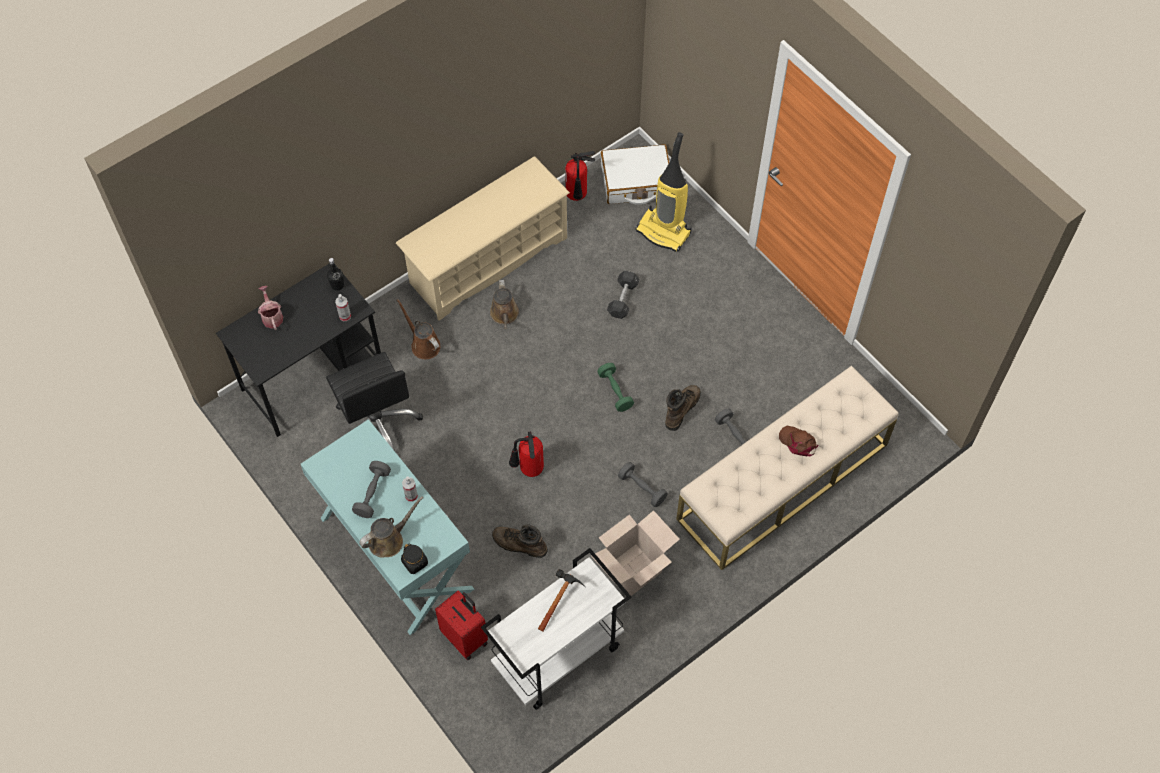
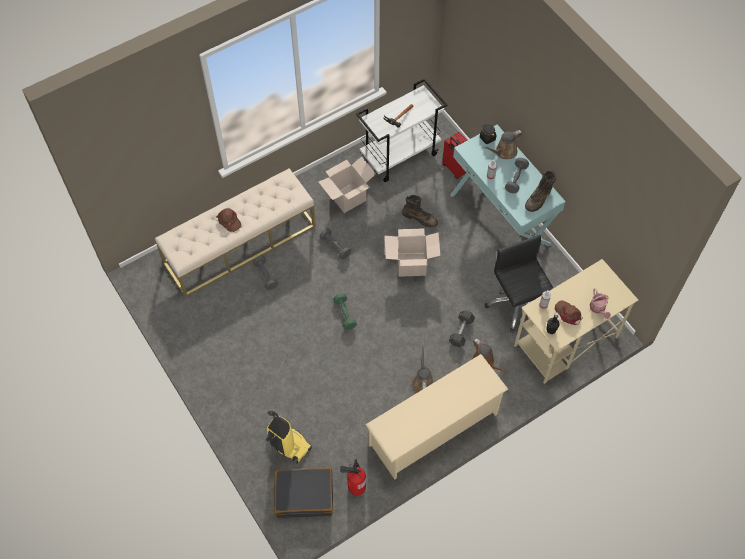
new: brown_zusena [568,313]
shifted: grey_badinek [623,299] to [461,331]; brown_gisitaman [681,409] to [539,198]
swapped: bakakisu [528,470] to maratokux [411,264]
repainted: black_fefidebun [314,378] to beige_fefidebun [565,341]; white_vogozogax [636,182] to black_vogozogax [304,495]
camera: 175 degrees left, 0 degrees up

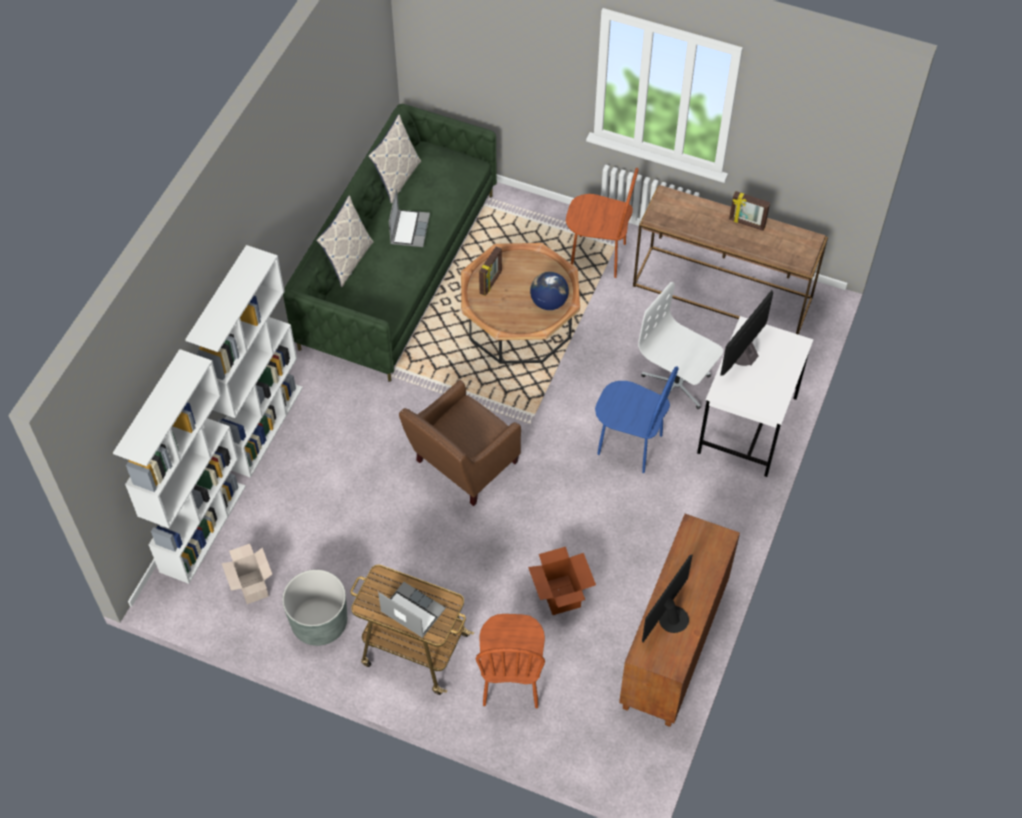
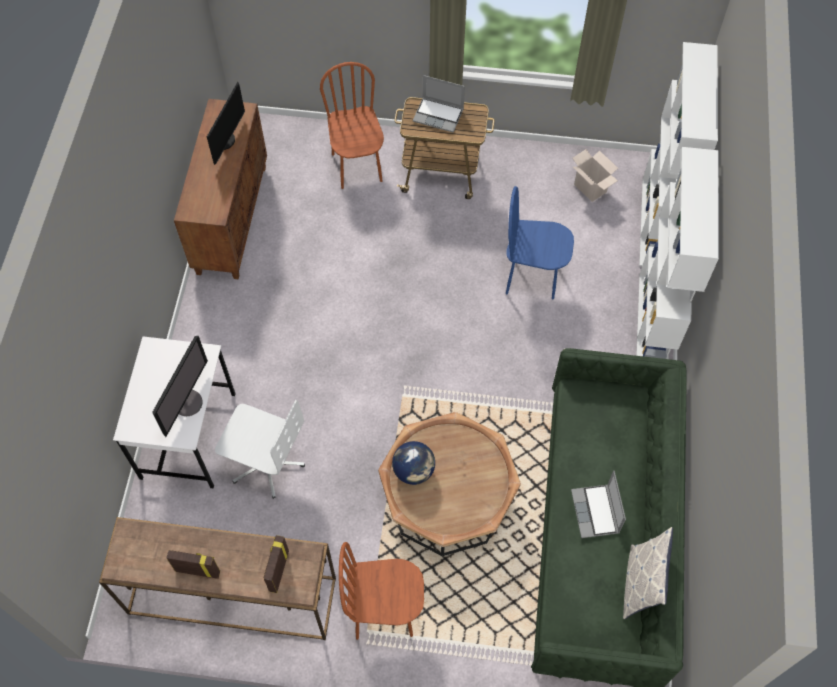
gone: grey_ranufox [319,622]; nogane [348,261]; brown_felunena [461,465]; maratokux [560,595]
shifted: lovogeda [491,282] to [278,571]; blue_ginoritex [629,445] to [532,277]
camera: 165 degrees right, 5 degrees up

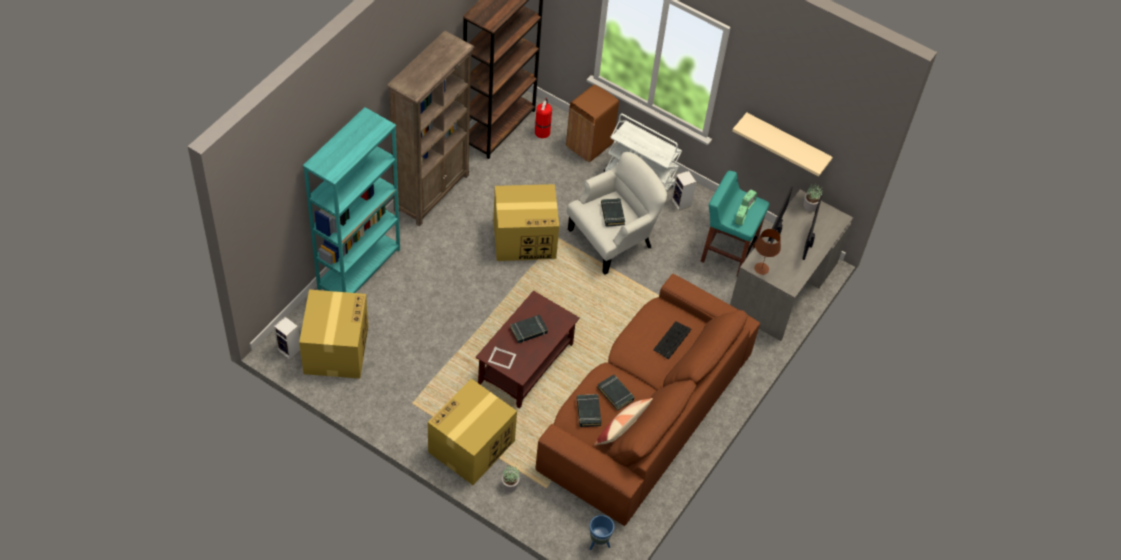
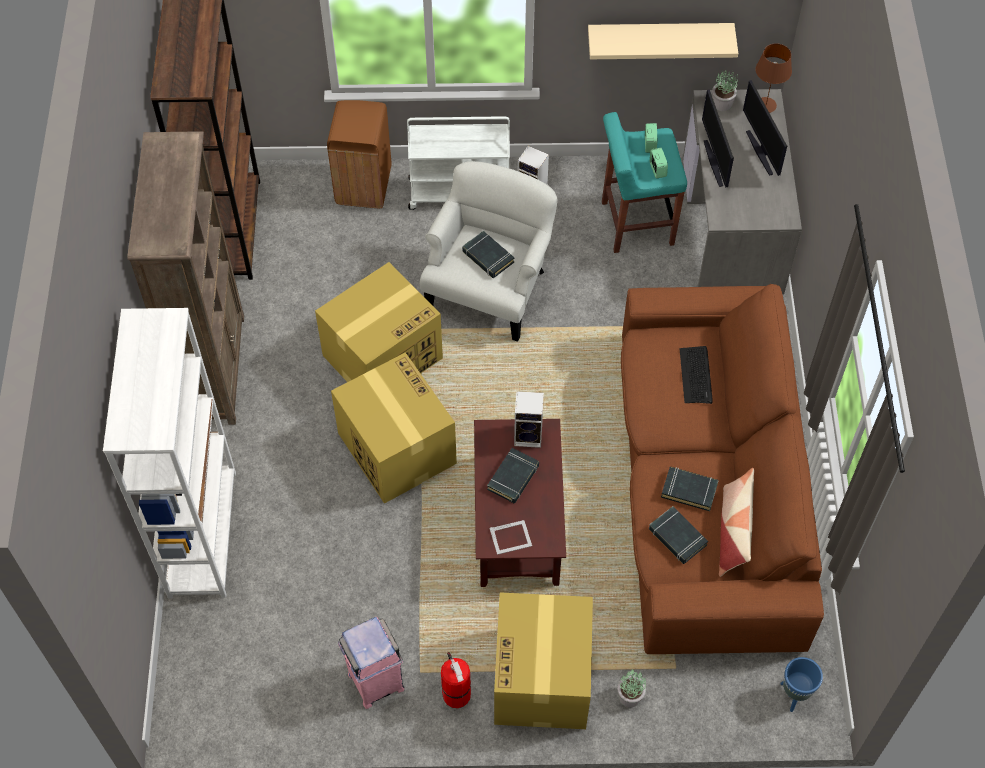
new: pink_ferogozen [375,680]
shifted: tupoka [290,350] to [529,435]; maratokux [336,349] to [396,447]; bakakisu [542,131] to [455,693]; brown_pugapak [761,268] to [765,105]
repainted: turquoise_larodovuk [359,269] to white_larodovuk [202,533]
camera: 30 degrees left, 5 degrees up

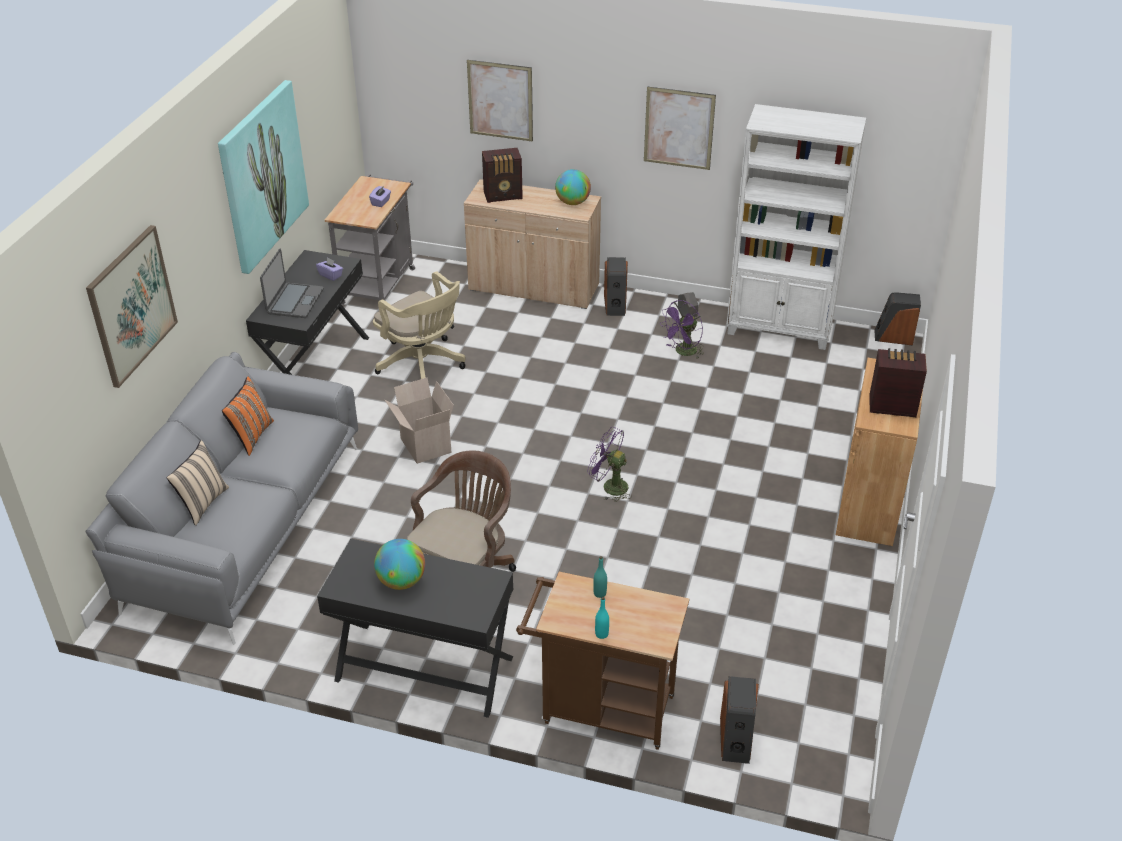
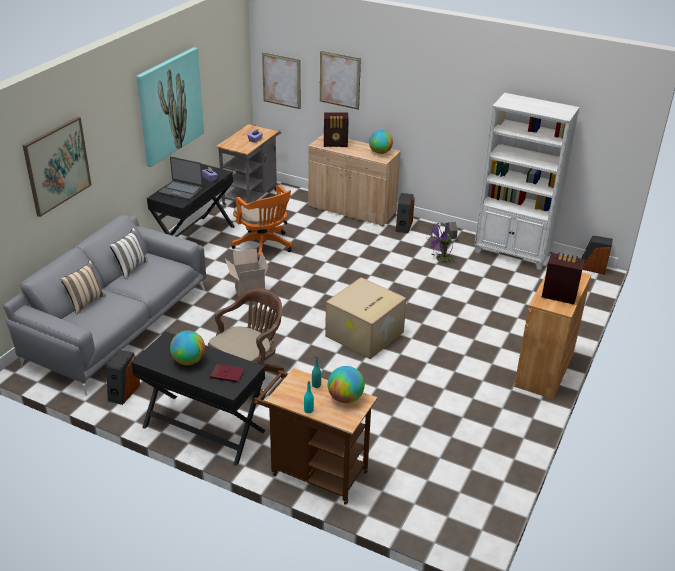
new: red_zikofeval [227,374]; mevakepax [345,398]
shifted: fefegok [679,128] to [281,81]; tupoka [736,740] to [123,392]
swapped: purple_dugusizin [609,486] to maratokux [364,335]
repainted: orange_nogane [251,436] to white_nogane [130,268]; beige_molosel [423,365] to orange_molosel [264,247]
rotated: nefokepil [294,301] = [181,191] 90 degrees clockwise
camera: 10 degrees right, 5 degrees down

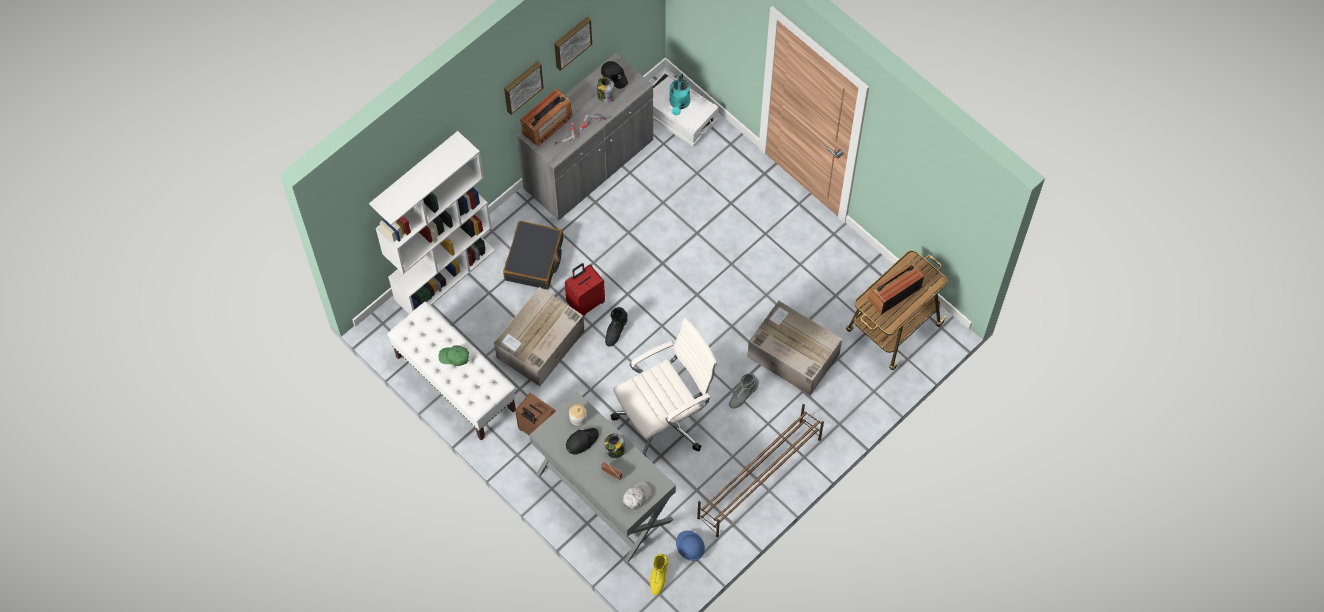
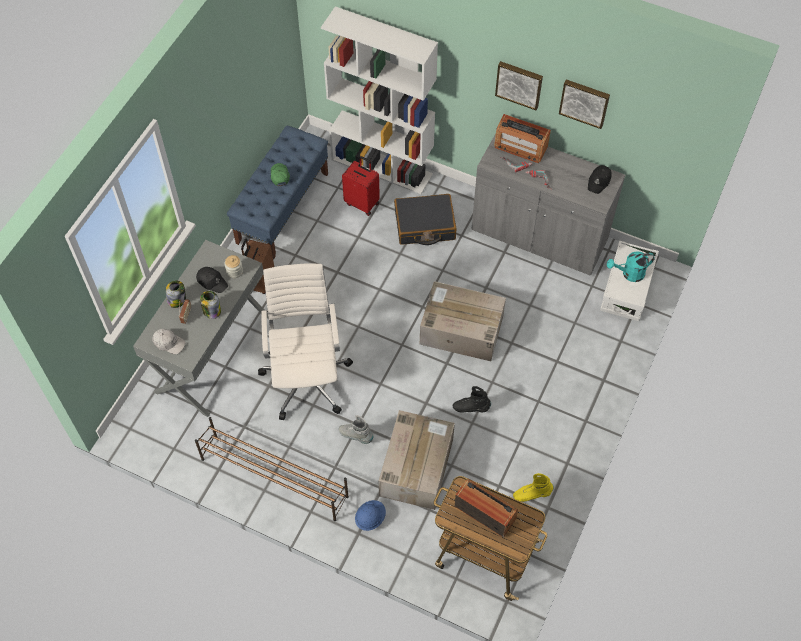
shifted: maratokux [540,345] to [460,330]; red_vogozogax [585,302] to [362,203]; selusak [605,95] to [177,300]; black_gisitaman [615,331] to [471,408]; yellow_gisitaman [658,577] to [532,494]; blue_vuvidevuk [690,548] to [370,518]
repainted: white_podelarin [455,383] to blue_podelarin [283,207]
rotated: white_molosel [664,419] = [307,377] 135 degrees counterclockwise
camera: 70 degrees right, 5 degrees down

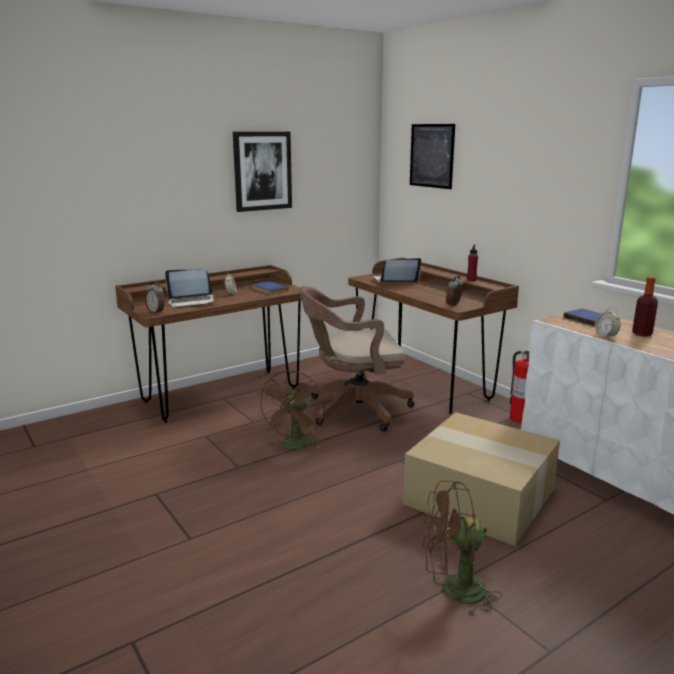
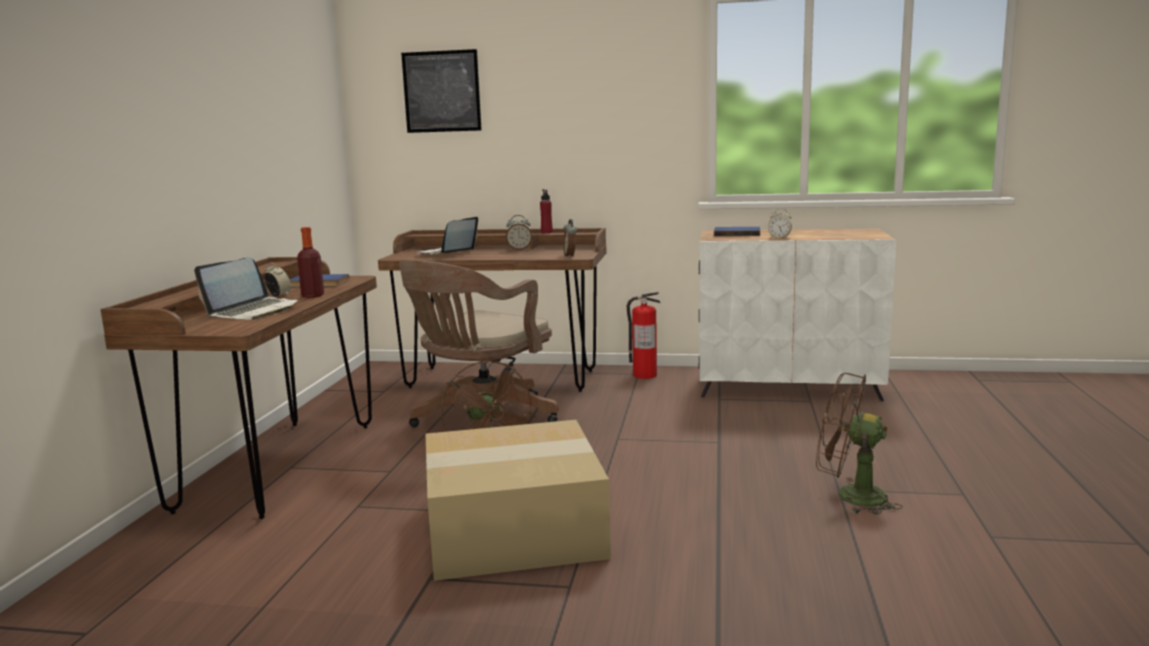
gone: fefegok [262,171]
shifted: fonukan [156,312] to [519,249]; maratokux [482,496] to [516,527]; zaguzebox [642,334] to [313,296]
rotated: brown_dugusizin [454,592] = [850,496] 75 degrees clockwise
camera: 45 degrees left, 5 degrees down

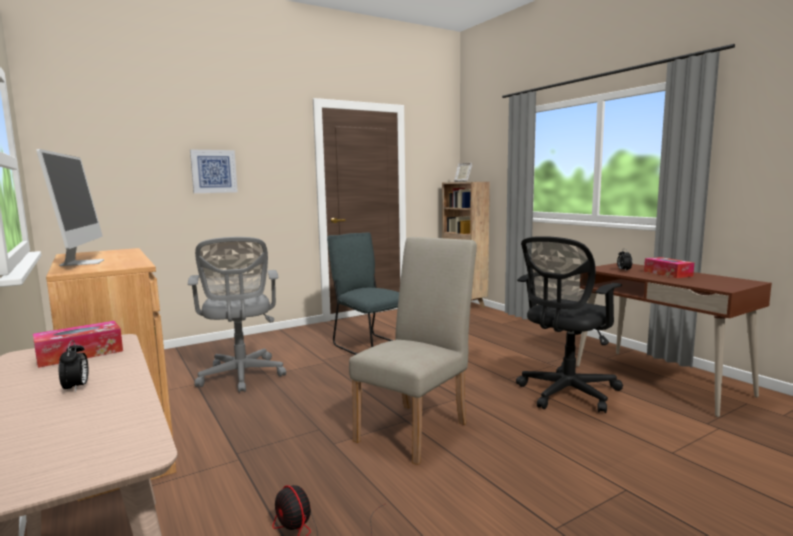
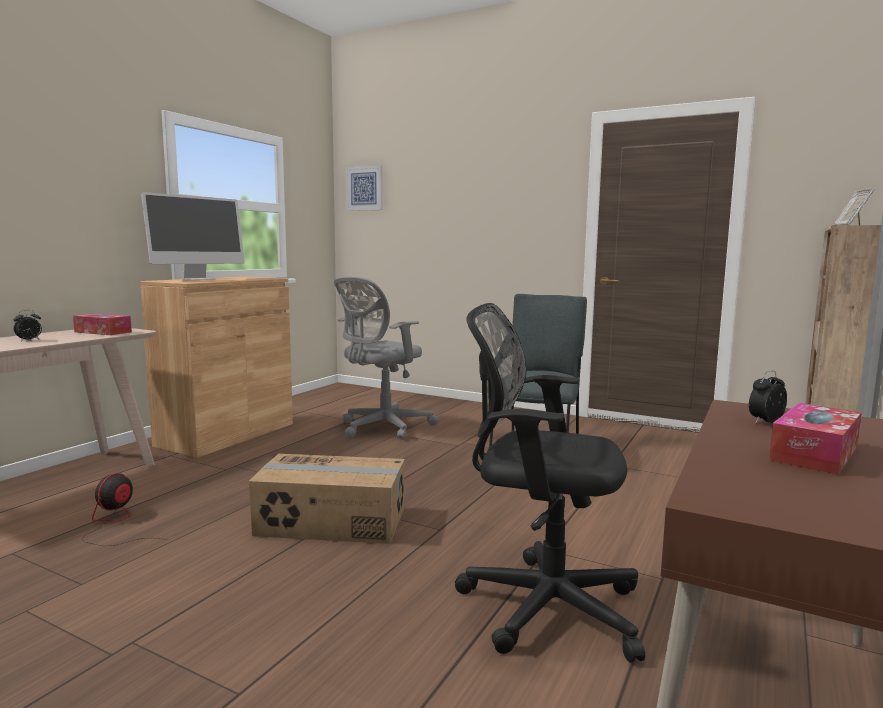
shifted: fefegok [213,171] to [364,188]
swapped: beige_ginoritex [417,428] to maratokux [331,522]
camera: 60 degrees right, 0 degrees up

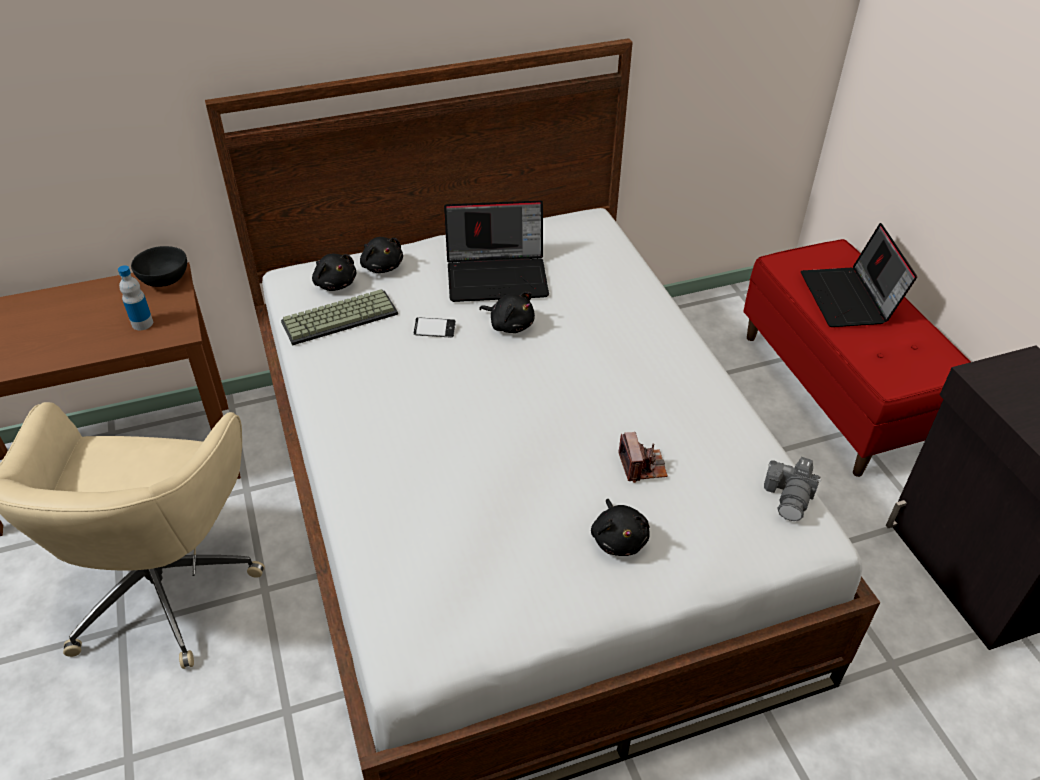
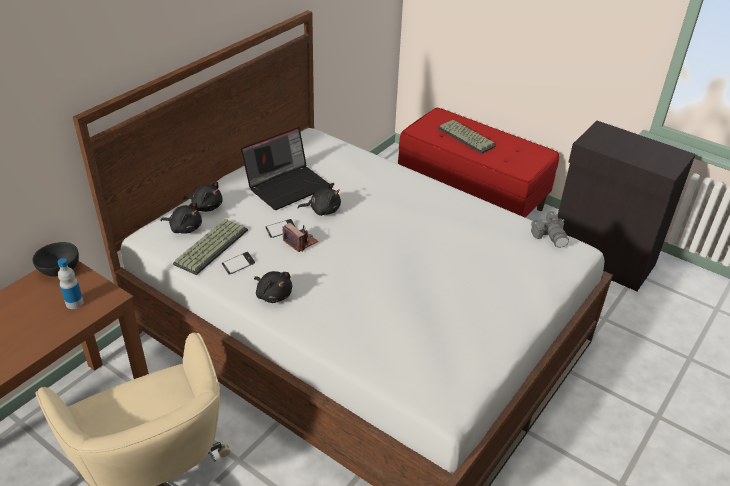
new: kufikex [238,265]
shifted: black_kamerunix [619,538] to [273,295]; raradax [642,466] to [300,242]
swapped: nefokepil [850,299] to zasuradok [467,137]
camera: 35 degrees left, 5 degrees down

